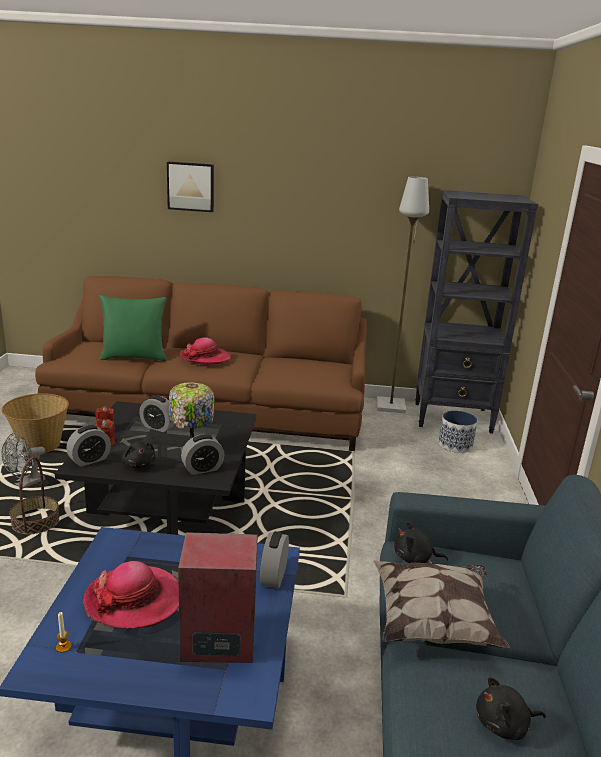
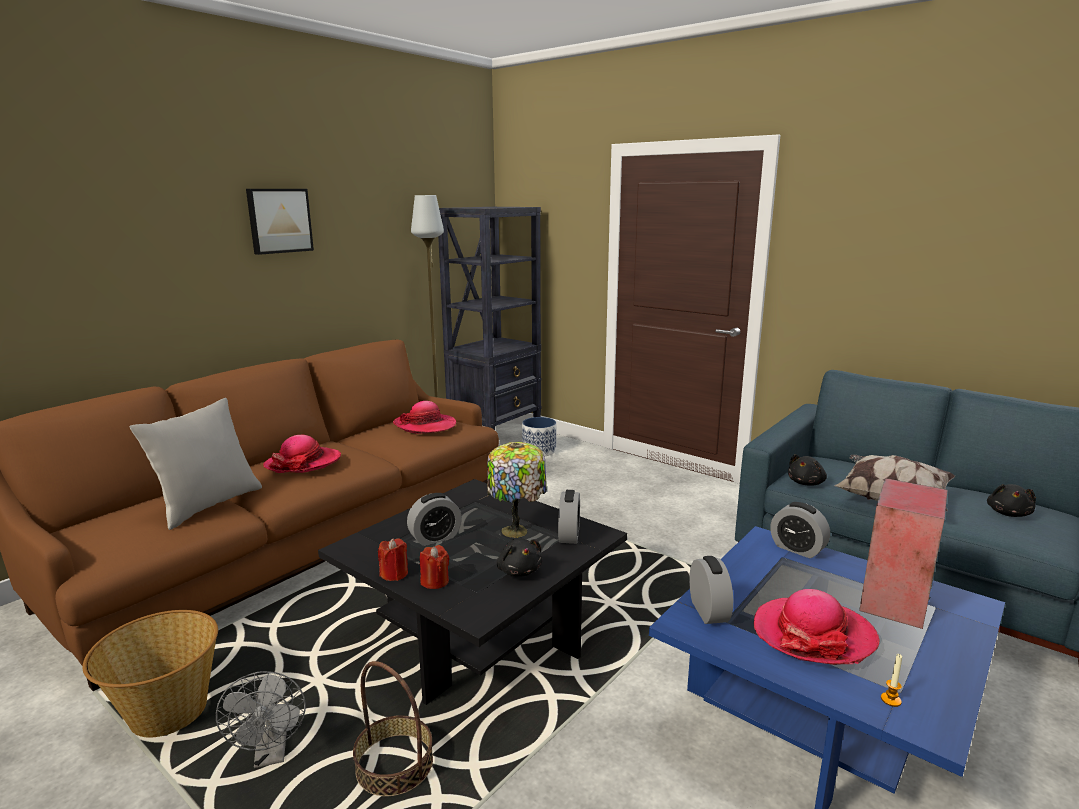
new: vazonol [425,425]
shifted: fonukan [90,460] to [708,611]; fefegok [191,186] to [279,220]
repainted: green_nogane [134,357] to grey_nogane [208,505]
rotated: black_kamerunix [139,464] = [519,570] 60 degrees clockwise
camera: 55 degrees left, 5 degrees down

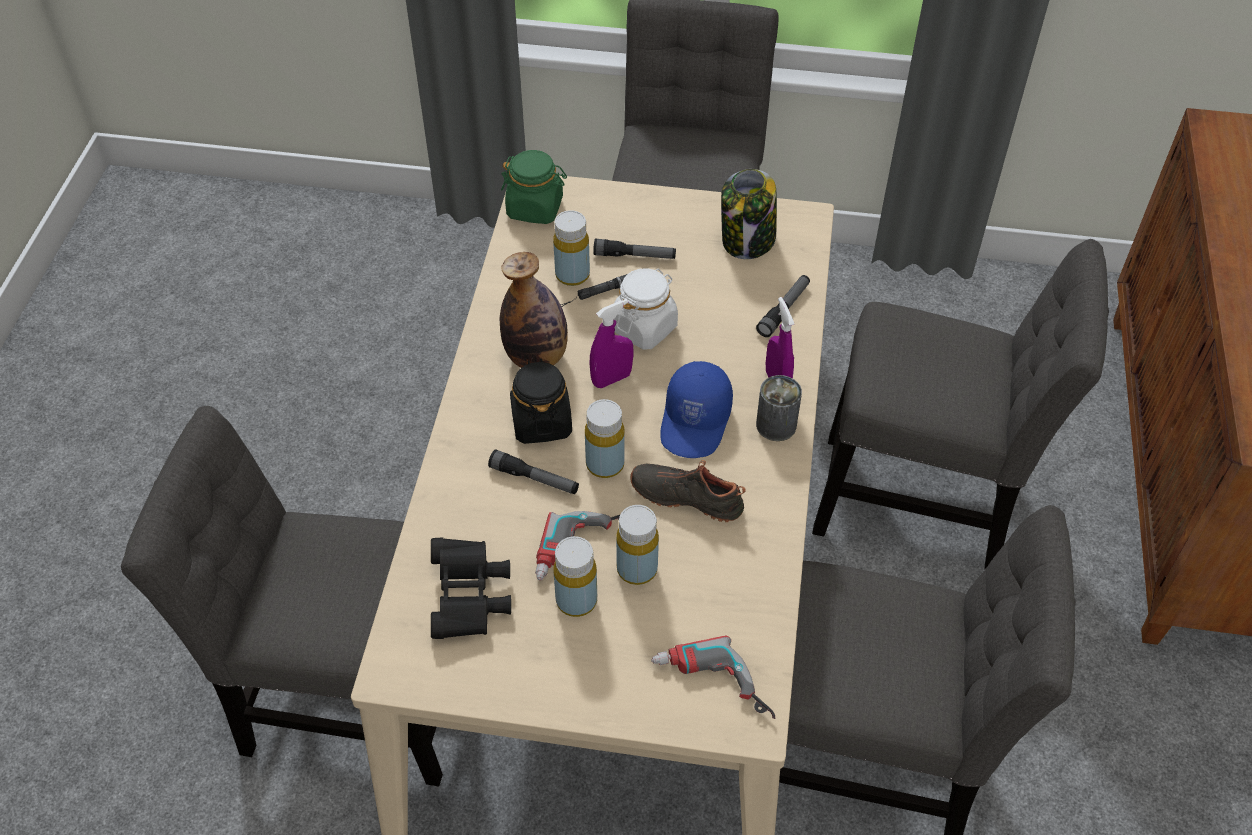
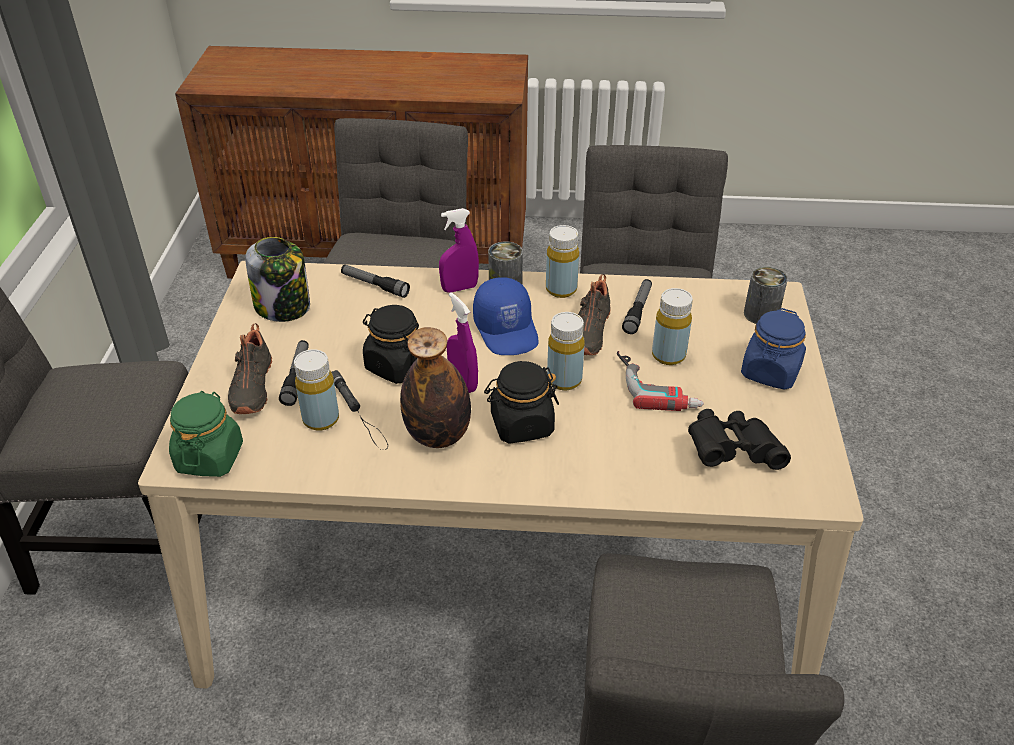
new: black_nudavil [250,387]; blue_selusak [770,372]
shifted: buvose [534,479] to [638,311]; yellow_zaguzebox [576,600] to [561,289]
swapped: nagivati [711,690] to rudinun [761,314]
repainted: white_selusak [644,328] to black_selusak [396,365]
rotated: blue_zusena [696,421] = [507,330] 60 degrees clockwise
camera: 95 degrees left, 10 degrees down

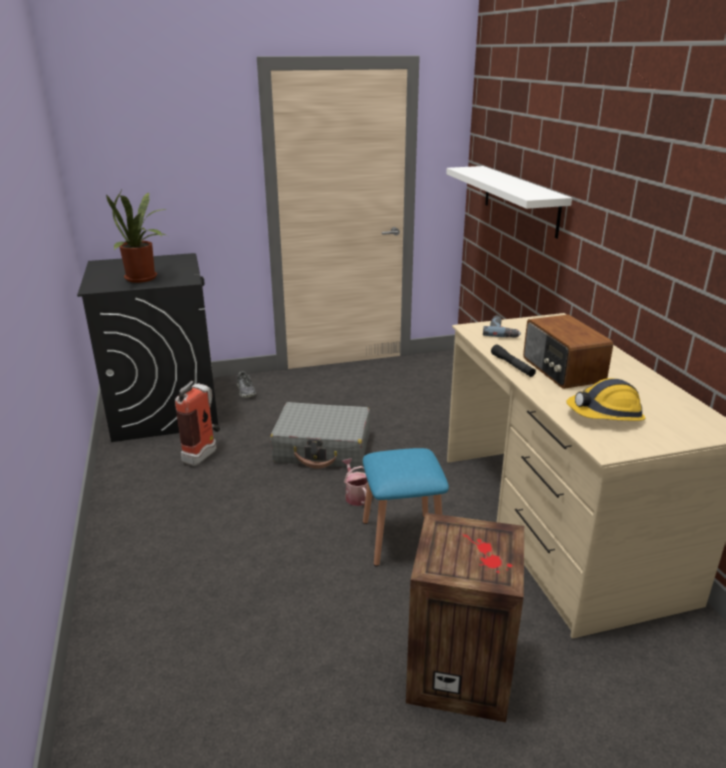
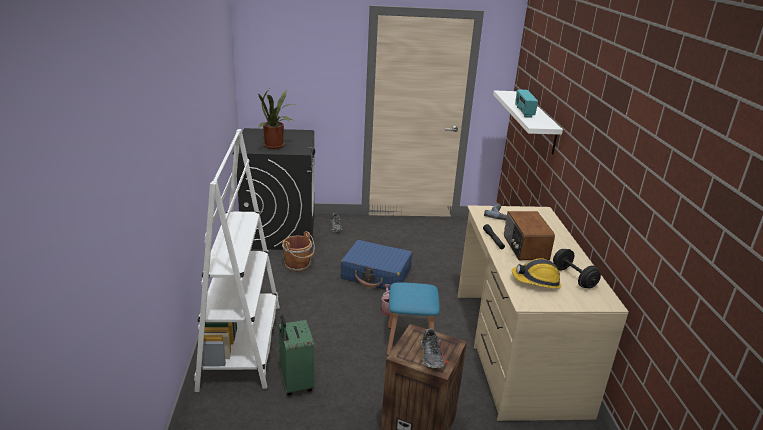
new: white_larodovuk [241,345]; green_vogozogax [295,383]; nudavil [431,356]; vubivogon [523,112]; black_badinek [573,278]
swapped: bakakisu [204,453] to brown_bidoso [298,266]
repainted: grey_vogozogax [323,448] to blue_vogozogax [376,274]
camera: 10 degrees right, 0 degrees up

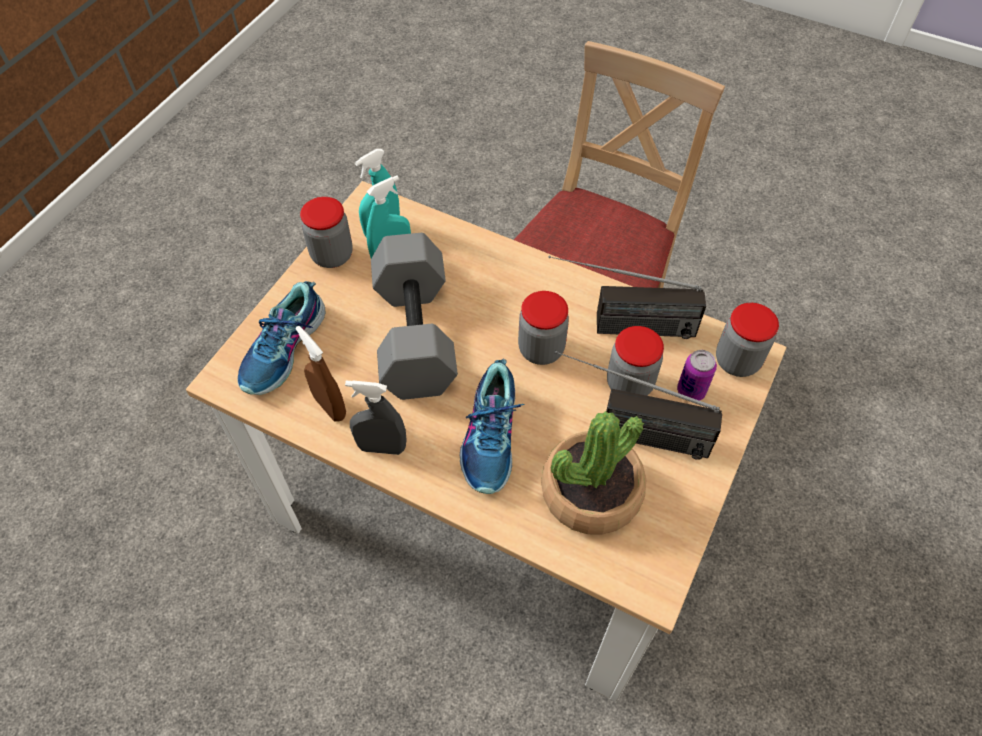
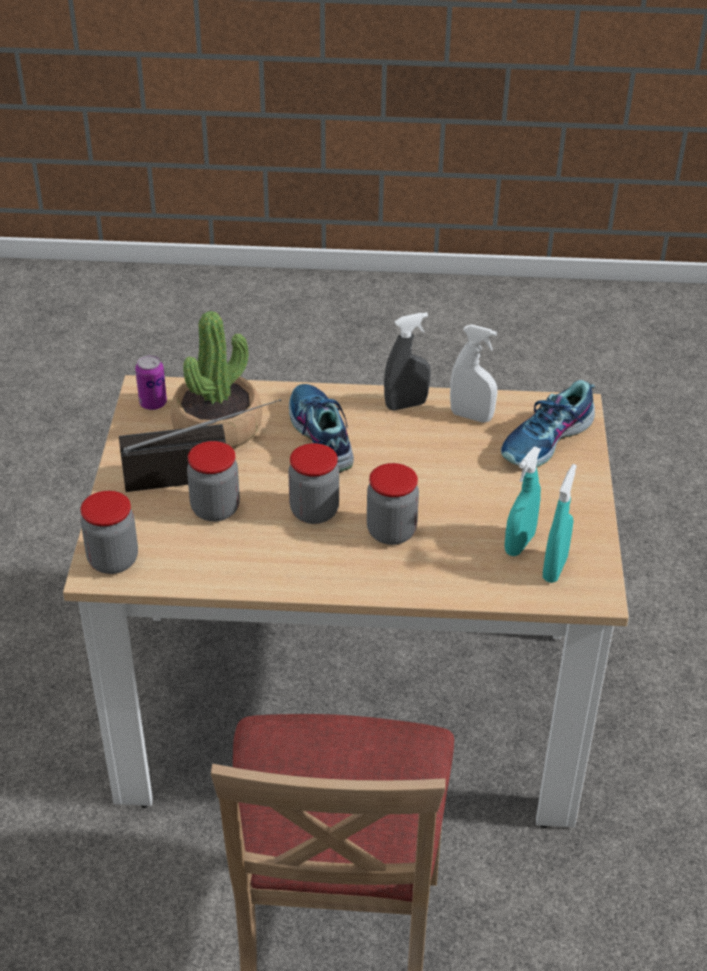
gone: grey_badinek [412,334]; vubivogon [618,327]
shifted: selusak [332,255] to [391,532]; rudinun [691,391] to [153,403]
repainted: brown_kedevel [330,406] to white_kedevel [471,416]
rotated: nudavil [285,349] = [547,441] 135 degrees counterclockwise
camera: 155 degrees right, 15 degrees down

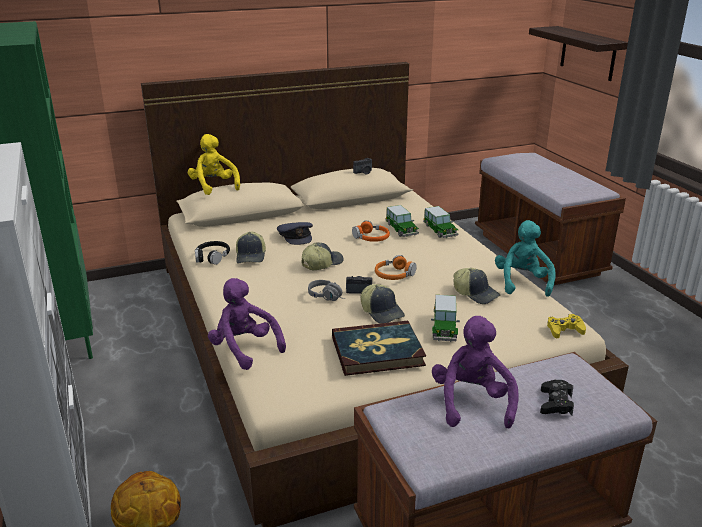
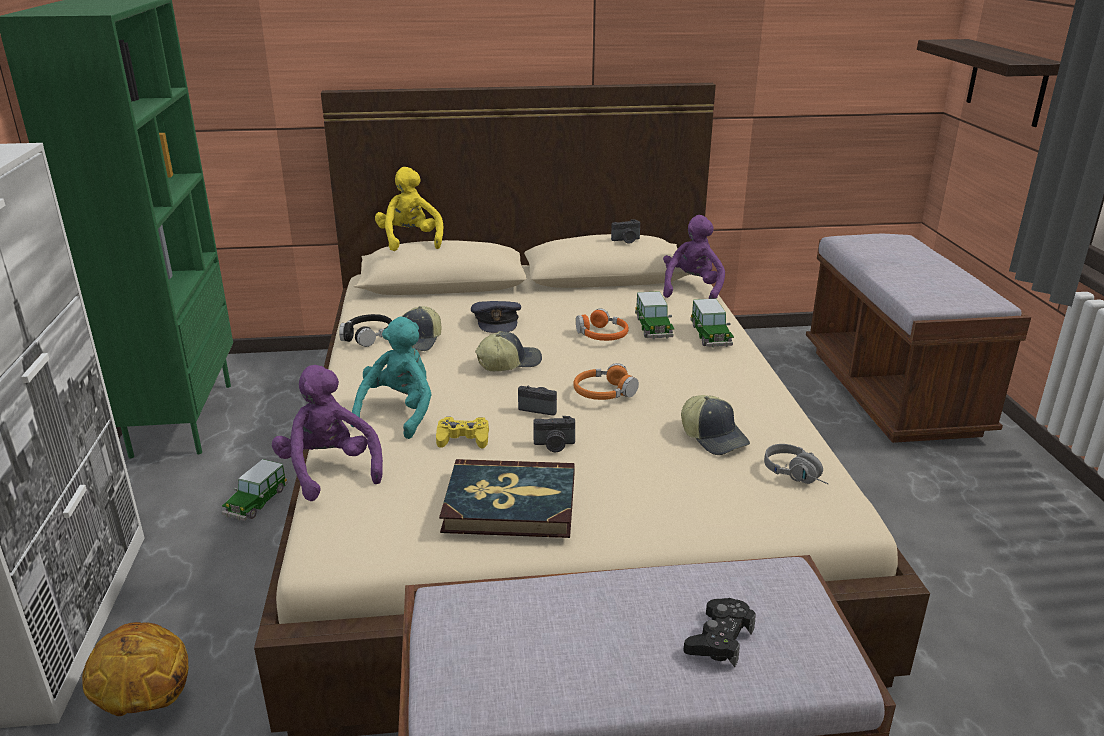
shifted: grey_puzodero [329,297] to [798,475]; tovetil [444,328] to [256,502]; purple_kamerunix [471,402] to [691,289]; turquoise_kamerunix [522,282] to [399,413]; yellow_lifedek [564,330] to [463,438]
swapped: zusena [382,312] to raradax [554,445]
camera: 15 degrees right, 0 degrees up

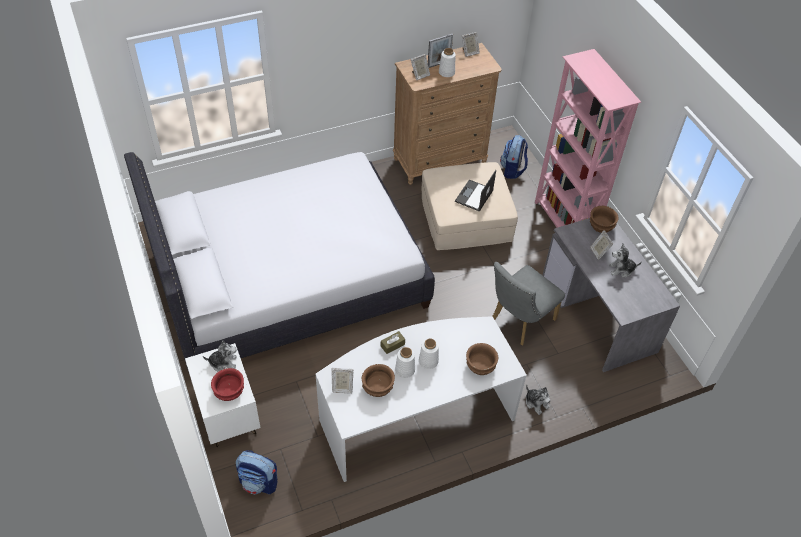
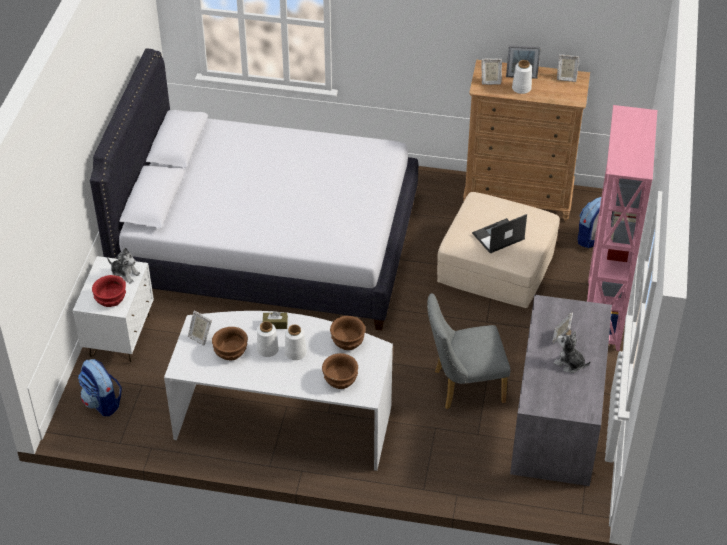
gone: kamerunix [536,403]
shifted: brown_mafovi [601,225] to [348,341]
camera: 35 degrees right, 5 degrees down

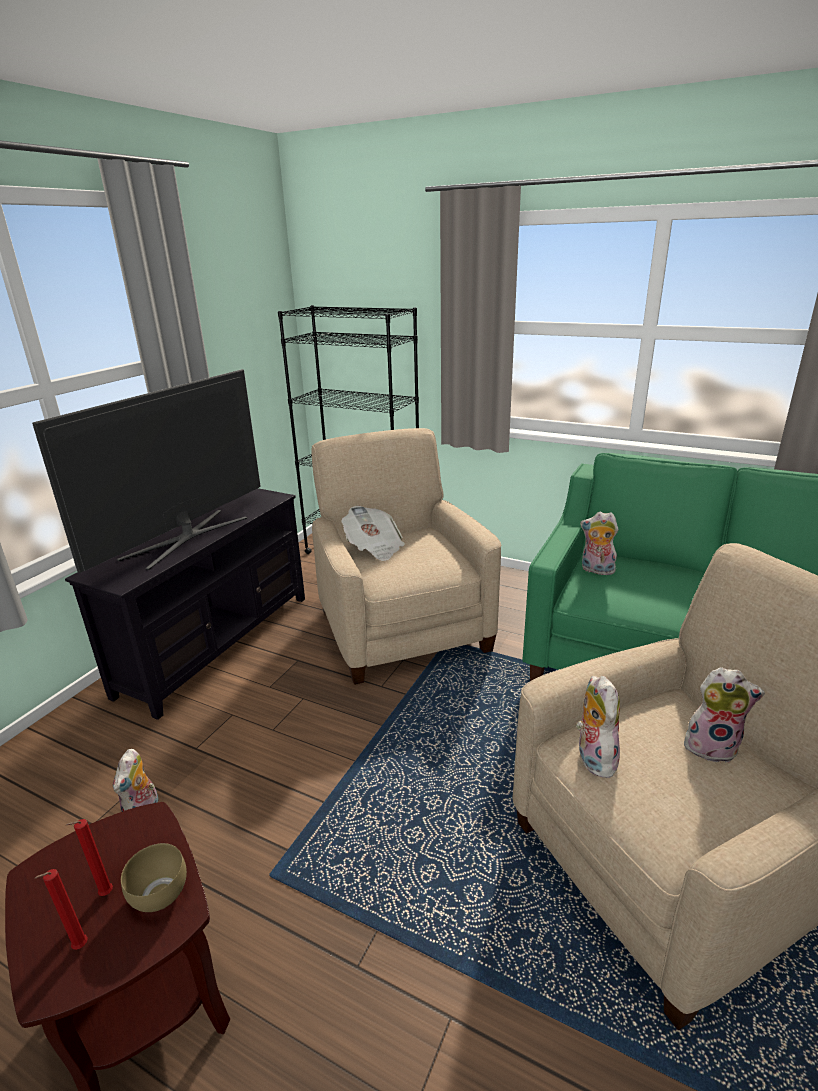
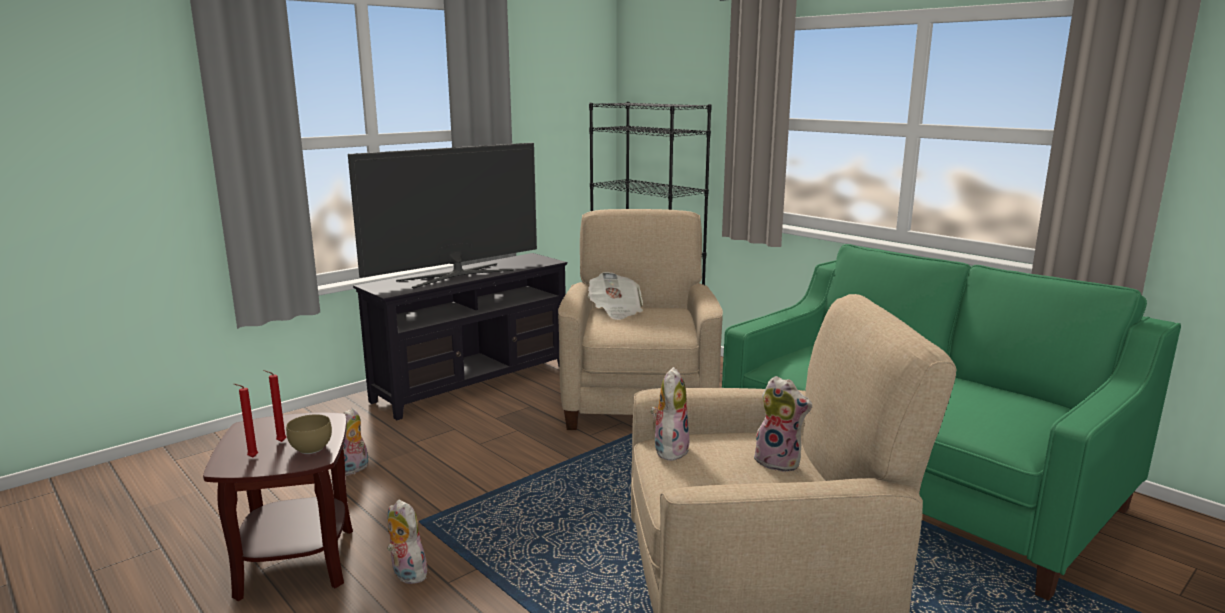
shifted: kamerunix [596,570] to [406,574]
camera: 20 degrees right, 10 degrees down

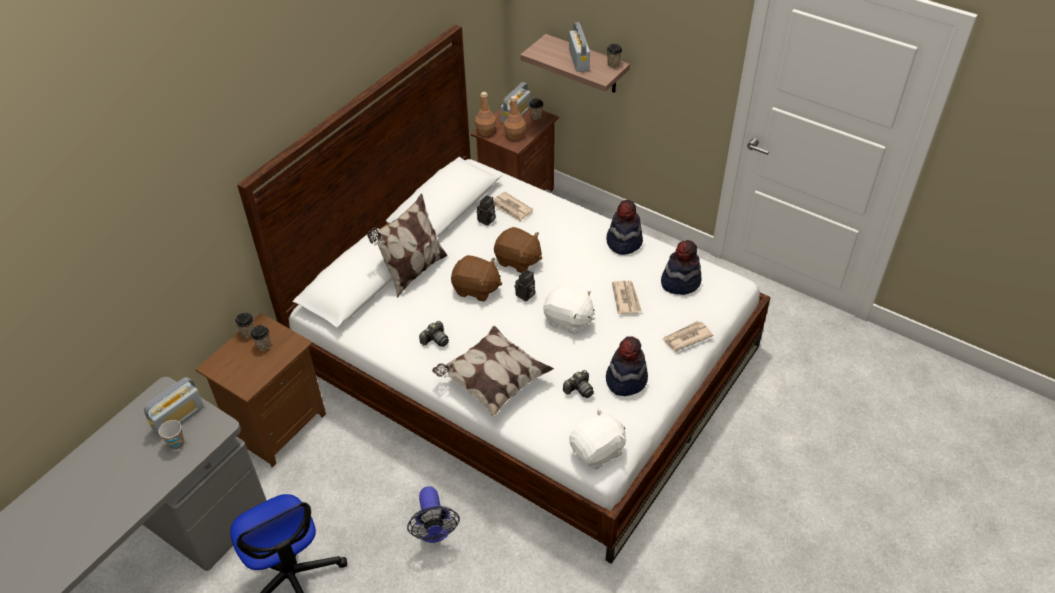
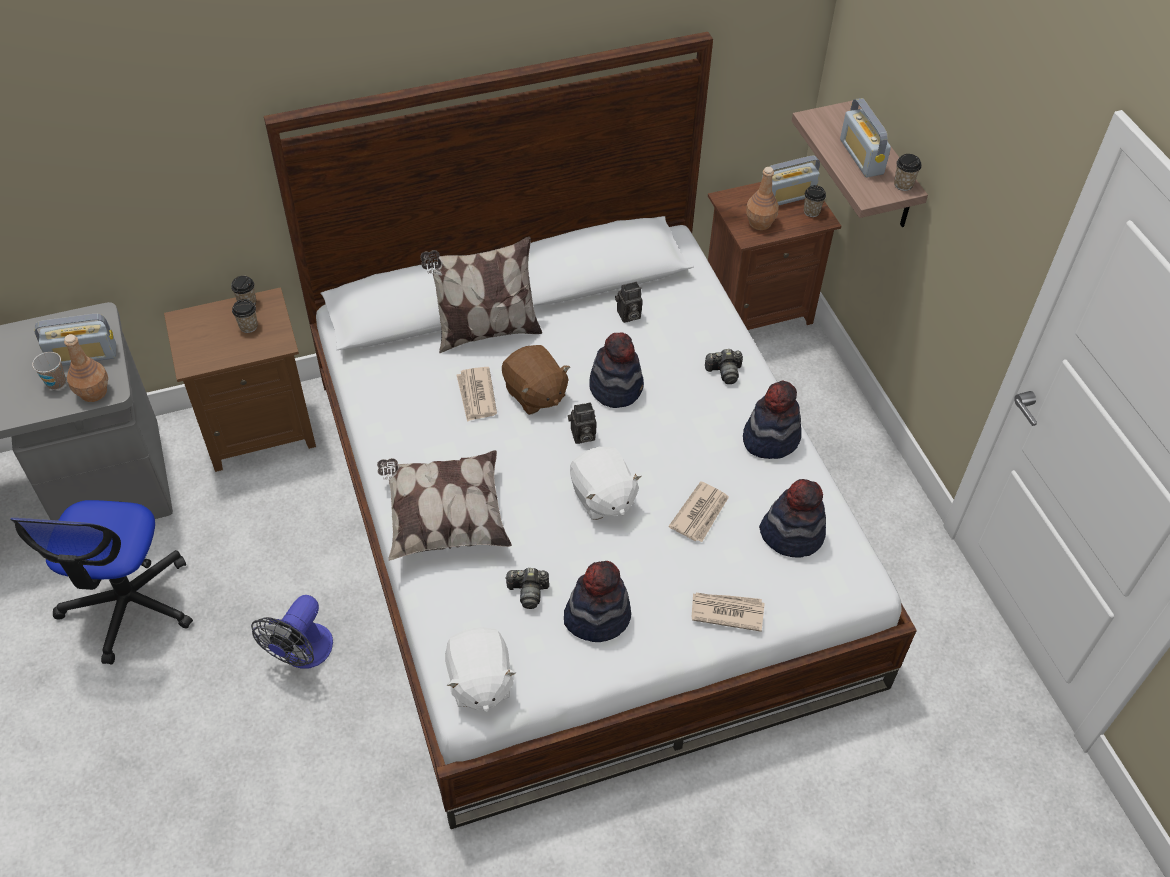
shifted: raradax [435,340] to [724,372]; brown_zaguzebox [485,131] to [93,392]; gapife [511,208] to [476,396]
swapped: brown_kamerunix [518,261] to vazonol [616,387]
rotated: vubivogon [578,60] = [861,157] 135 degrees clockwise; white_kamerunix [598,451] = [479,682] 75 degrees clockwise
camera: 35 degrees right, 5 degrees up

